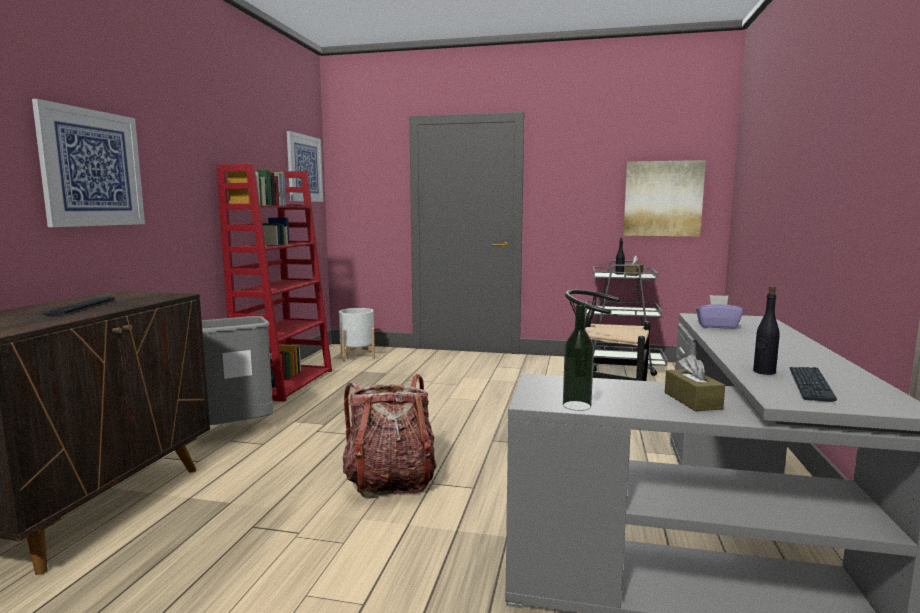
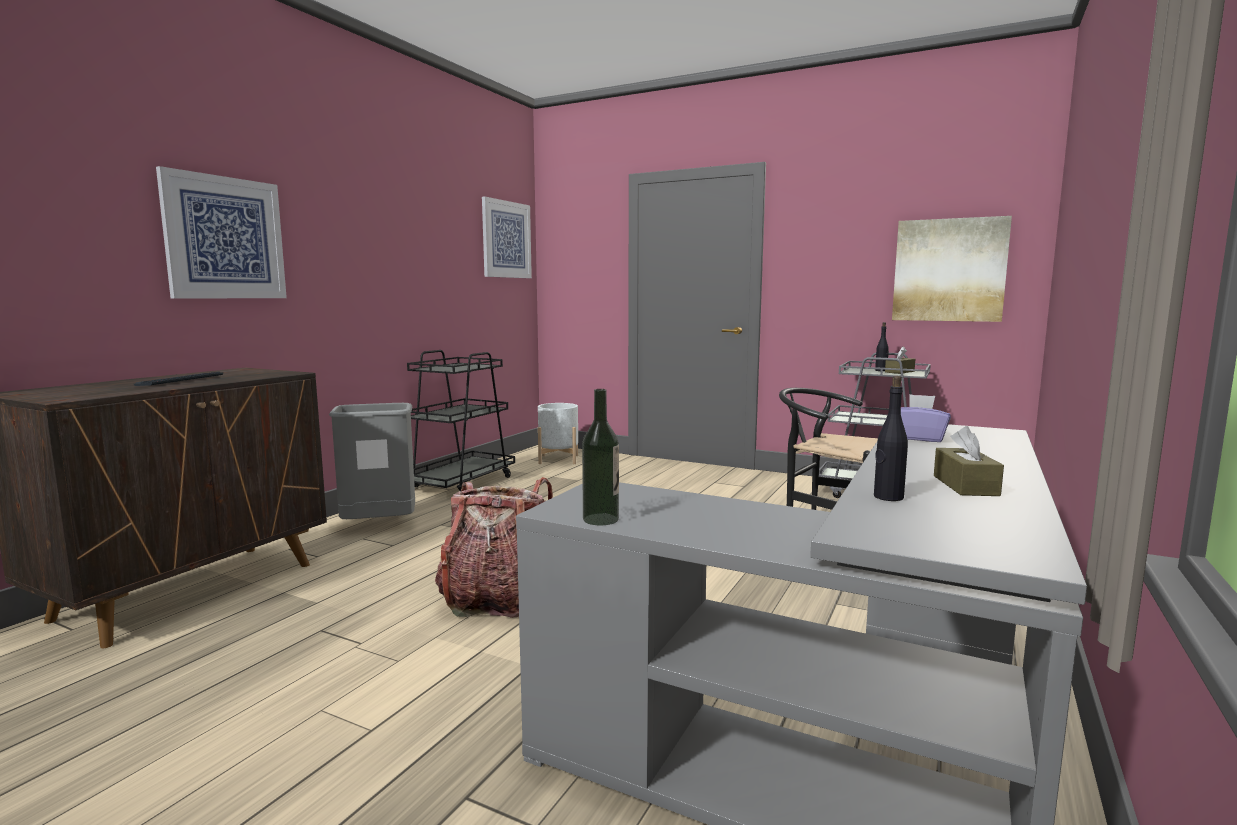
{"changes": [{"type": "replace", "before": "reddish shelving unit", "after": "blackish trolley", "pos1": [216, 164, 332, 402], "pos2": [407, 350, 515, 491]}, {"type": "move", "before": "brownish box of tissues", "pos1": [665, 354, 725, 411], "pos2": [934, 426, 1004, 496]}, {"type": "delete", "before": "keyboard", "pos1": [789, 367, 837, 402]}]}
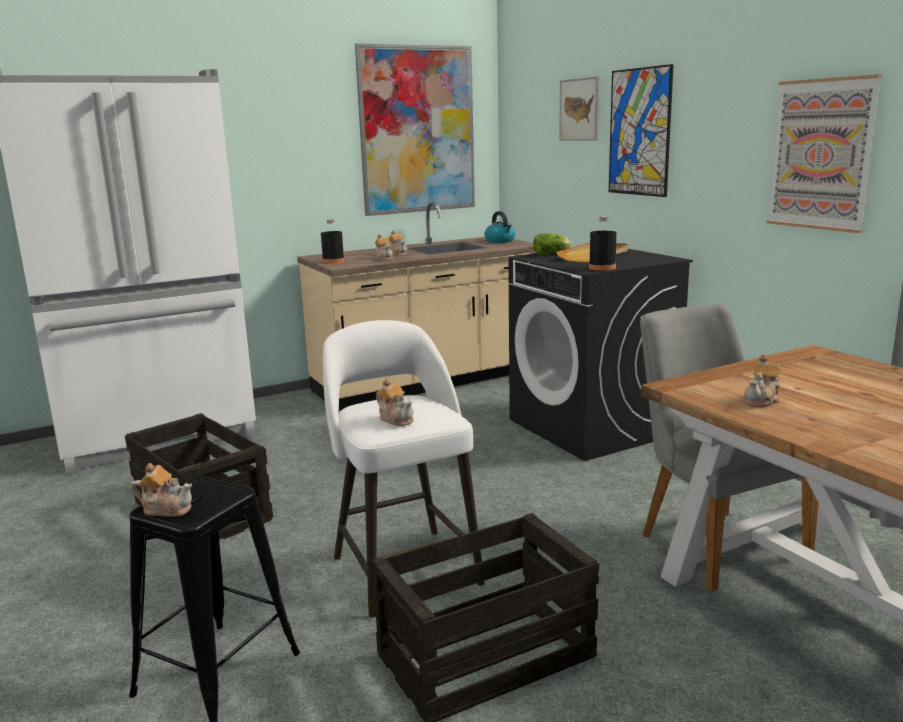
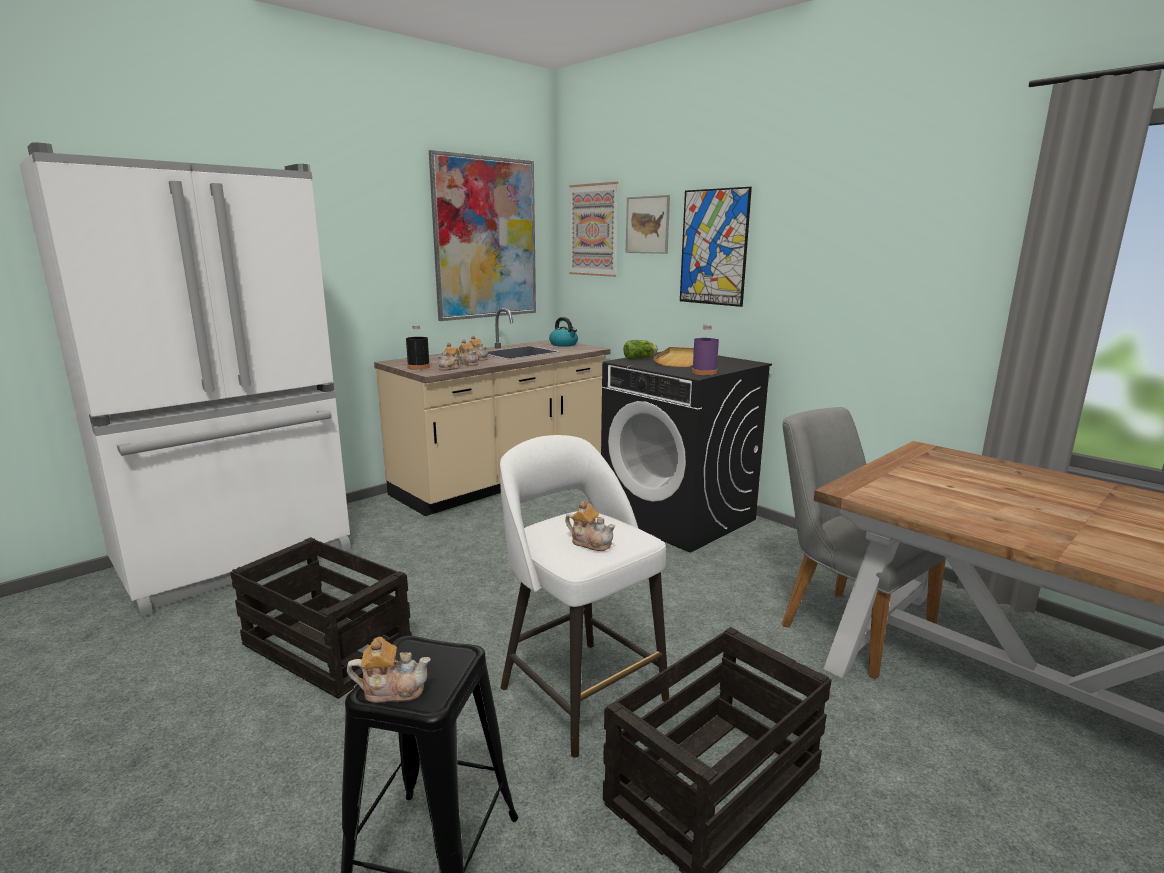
{"changes": [{"type": "move", "before": "wall picture", "pos1": [766, 74, 882, 233], "pos2": [569, 182, 618, 277]}, {"type": "recolor", "before": "blackish beverage bottle", "after": "purple-coloured beverage bottle", "pos1": [589, 216, 617, 271], "pos2": [692, 325, 719, 375]}, {"type": "move", "before": "teapot", "pos1": [744, 355, 781, 407], "pos2": [437, 343, 460, 371]}]}
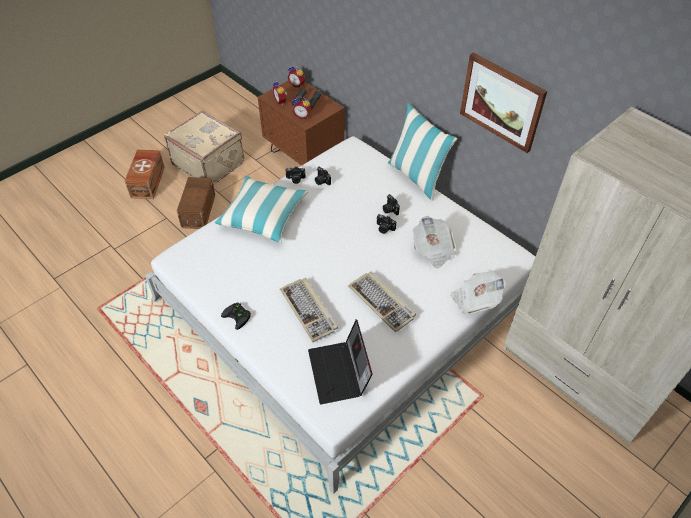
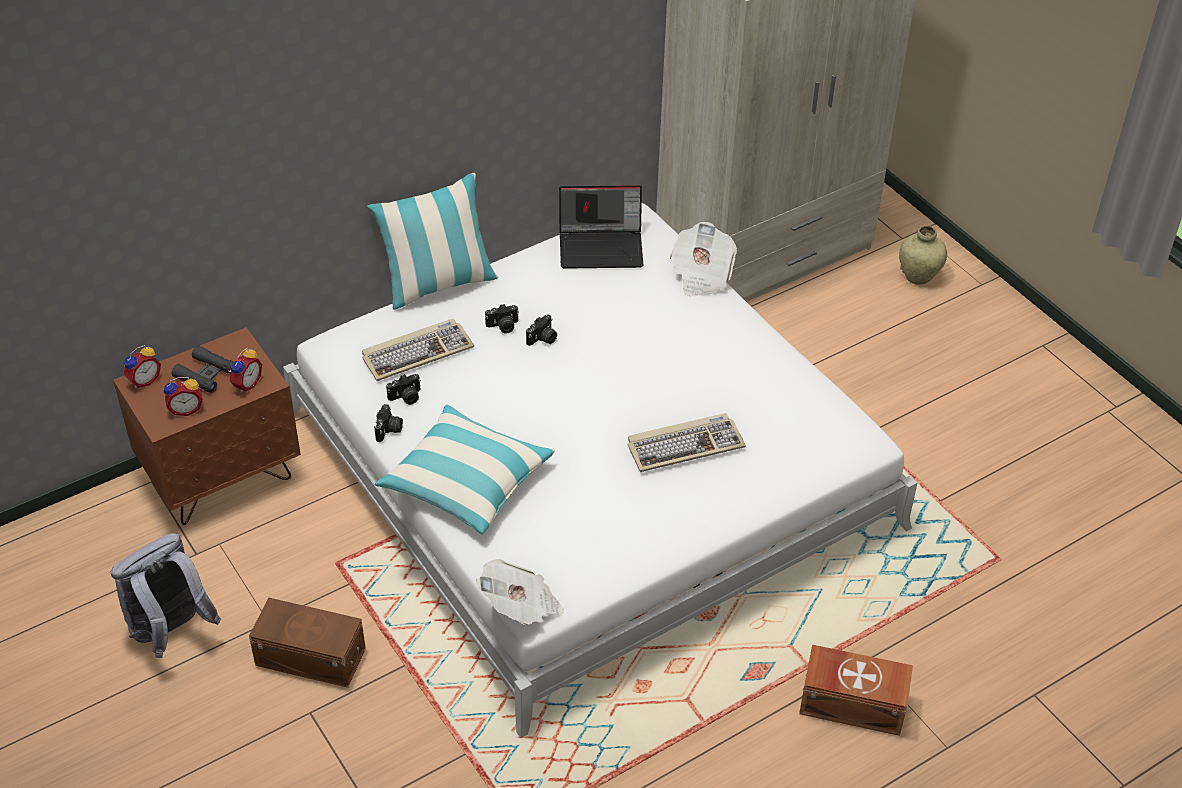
{"changes": [{"type": "delete", "before": "wall picture", "pos1": [460, 53, 547, 153]}, {"type": "replace", "before": "beige-coloured piece of luggage", "after": "greyish backpack", "pos1": [164, 111, 244, 185], "pos2": [111, 533, 221, 658]}, {"type": "move", "before": "brownish storage container", "pos1": [125, 149, 165, 199], "pos2": [799, 644, 913, 736]}, {"type": "move", "before": "daily paper", "pos1": [413, 216, 456, 268], "pos2": [476, 559, 564, 625]}, {"type": "move", "before": "keyboard", "pos1": [348, 272, 416, 332], "pos2": [362, 319, 474, 381]}, {"type": "delete", "before": "blackish joypad", "pos1": [221, 303, 251, 330]}, {"type": "move", "before": "portable computer", "pos1": [308, 319, 373, 404], "pos2": [559, 185, 643, 269]}, {"type": "insert", "after": "beige-coloured vase", "pos2": [899, 226, 947, 285]}]}
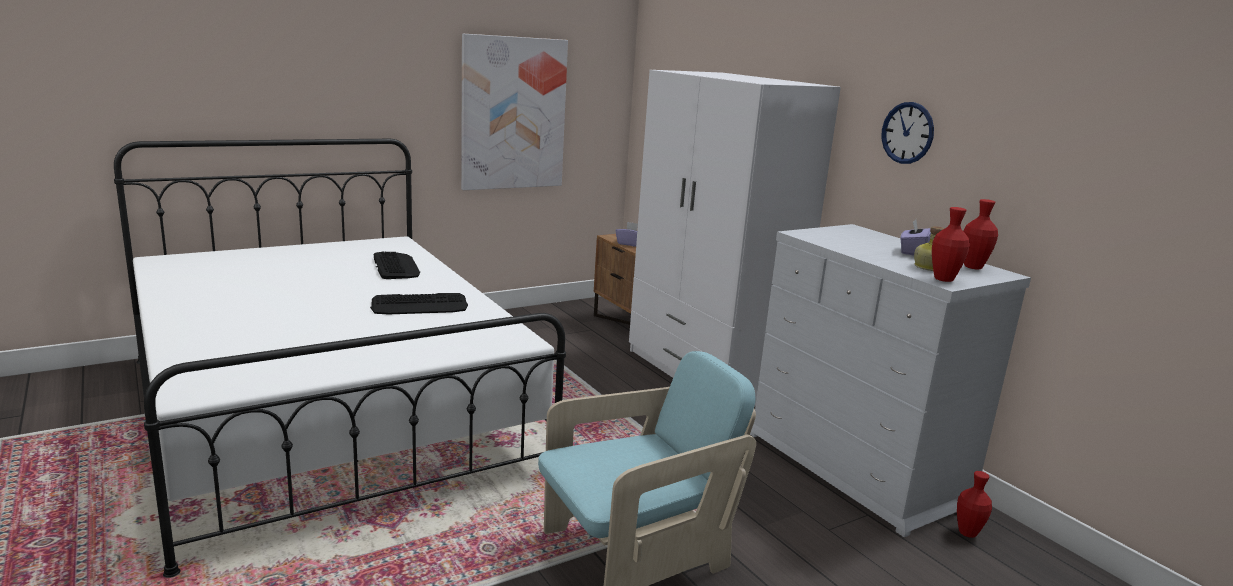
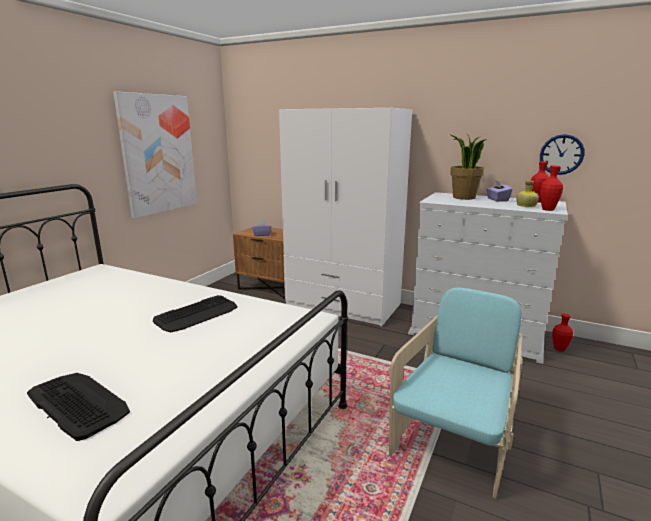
{"changes": [{"type": "move", "before": "wall clock", "pos1": [881, 102, 934, 164], "pos2": [540, 134, 584, 175]}, {"type": "move", "before": "keyboard", "pos1": [374, 252, 420, 279], "pos2": [27, 373, 130, 441]}, {"type": "insert", "after": "plant in a pot", "pos2": [450, 134, 487, 200]}]}
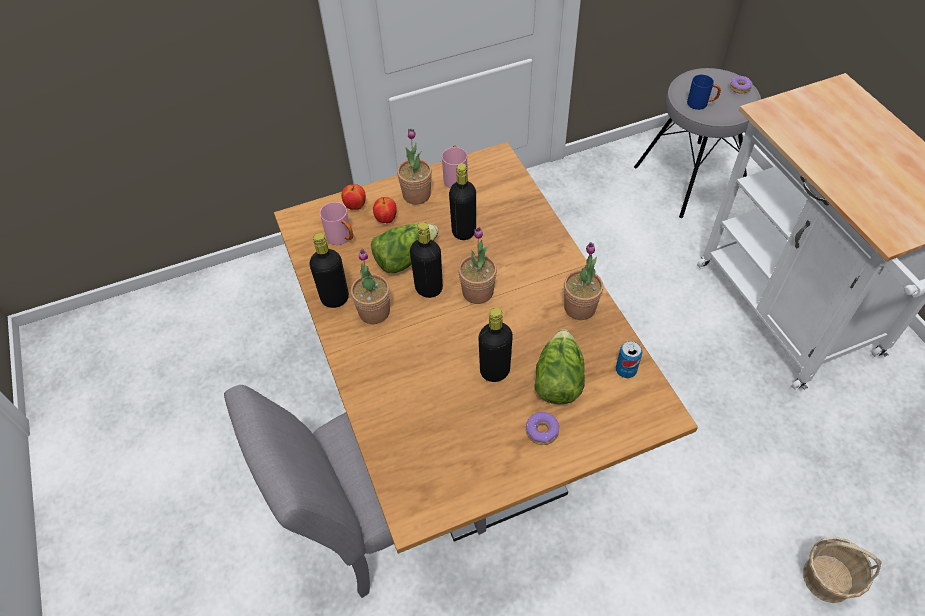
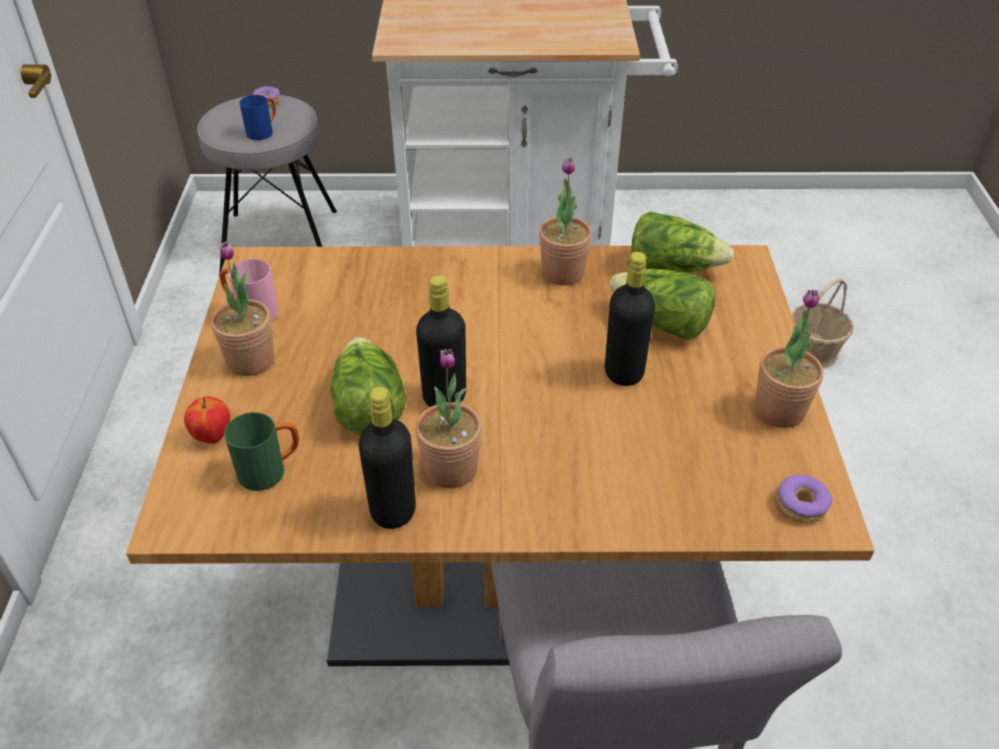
{"changes": [{"type": "delete", "before": "blackish beverage bottle", "pos1": [449, 163, 476, 240]}, {"type": "delete", "before": "apple fruit", "pos1": [373, 197, 397, 223]}, {"type": "recolor", "before": "pinkish tea mug", "after": "green tea mug", "pos1": [320, 202, 353, 245], "pos2": [224, 412, 299, 491]}, {"type": "move", "before": "plant in a pot", "pos1": [458, 227, 497, 304], "pos2": [755, 289, 824, 428]}, {"type": "replace", "before": "sealed can", "after": "lettuce head", "pos1": [616, 341, 642, 378], "pos2": [631, 212, 734, 273]}, {"type": "move", "before": "ring doughnut", "pos1": [526, 412, 559, 445], "pos2": [777, 474, 832, 523]}]}
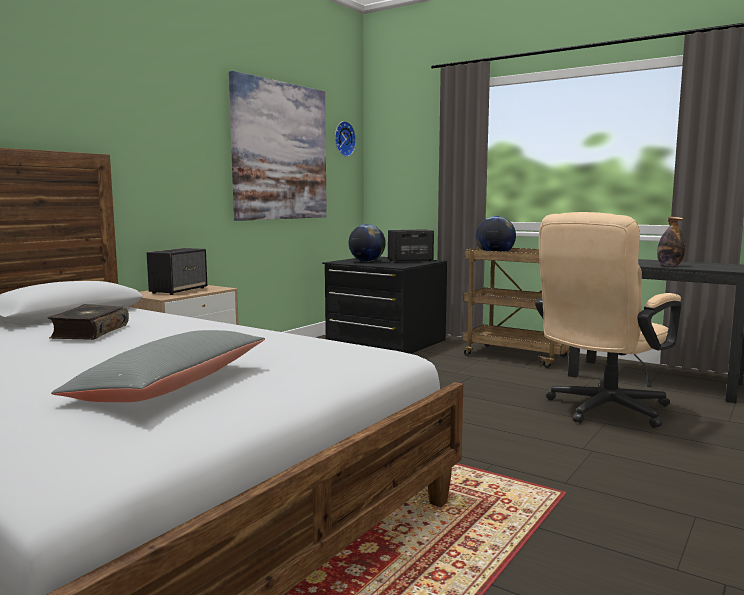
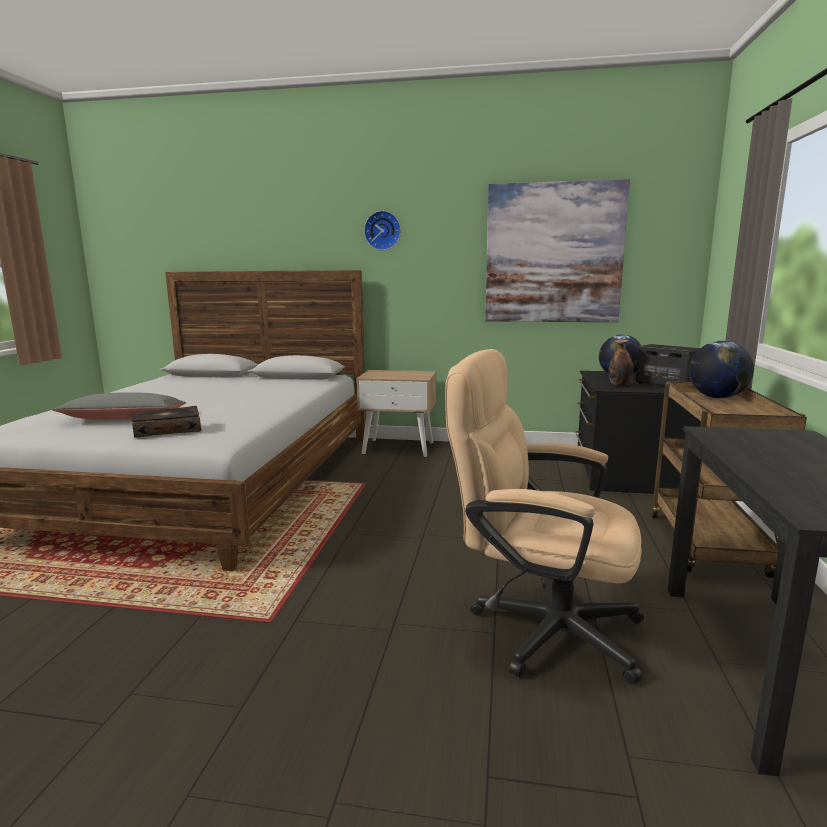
{"changes": [{"type": "move", "before": "wall clock", "pos1": [335, 121, 356, 157], "pos2": [364, 211, 401, 251]}, {"type": "move", "before": "beverage bottle", "pos1": [657, 216, 685, 266], "pos2": [609, 339, 634, 386]}, {"type": "delete", "before": "audio speaker", "pos1": [147, 248, 207, 295]}, {"type": "move", "before": "volume", "pos1": [47, 304, 129, 340], "pos2": [131, 406, 201, 438]}]}
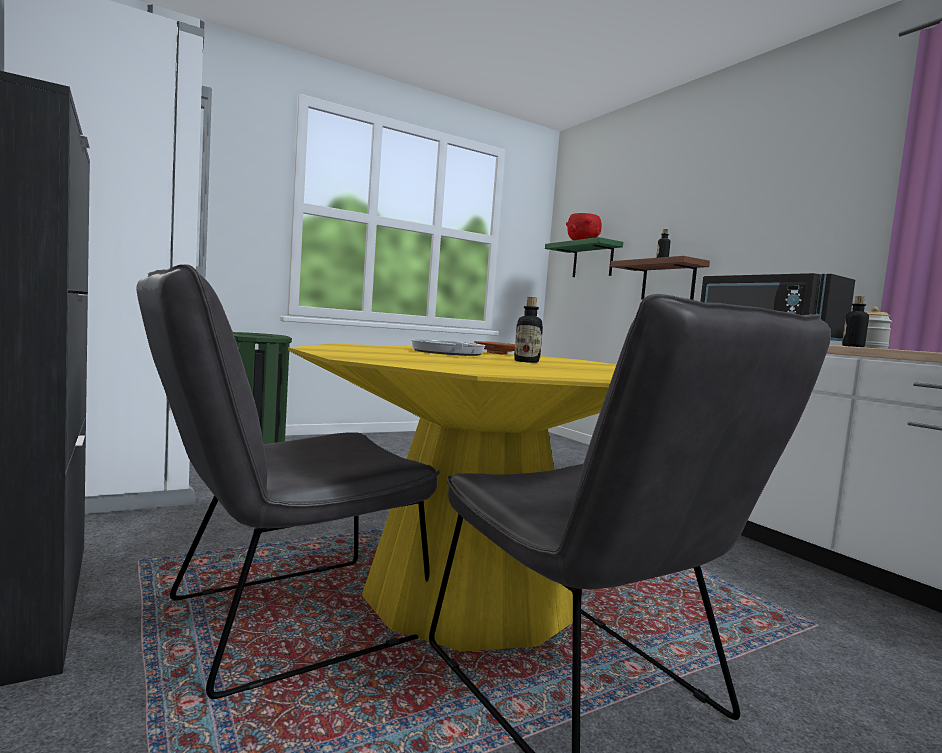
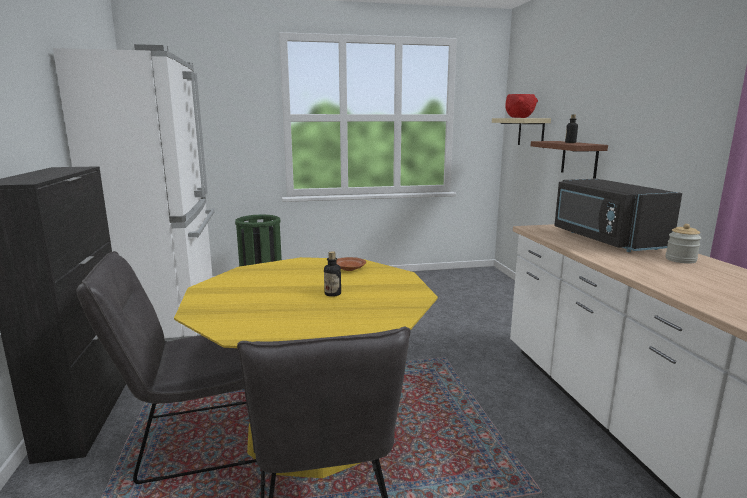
{"changes": [{"type": "recolor", "before": "green shelf", "after": "beige-coloured shelf", "pos1": [545, 237, 623, 277], "pos2": [492, 118, 551, 145]}, {"type": "delete", "before": "beverage bottle", "pos1": [842, 296, 869, 347]}, {"type": "delete", "before": "skillet", "pos1": [411, 339, 485, 356]}]}
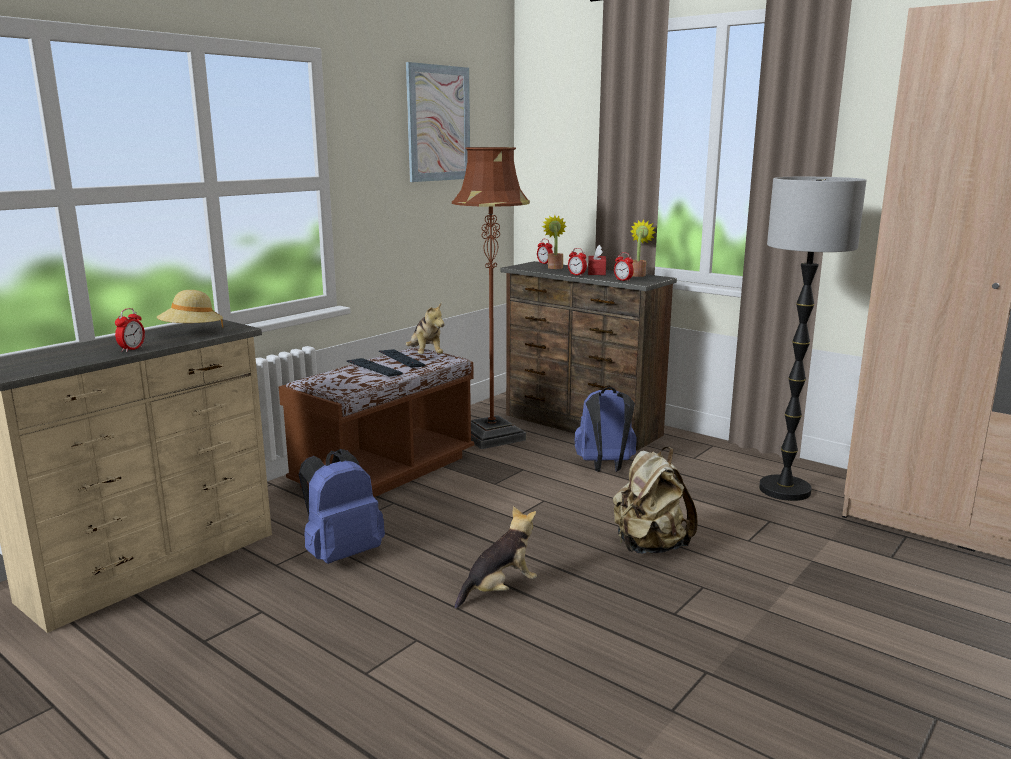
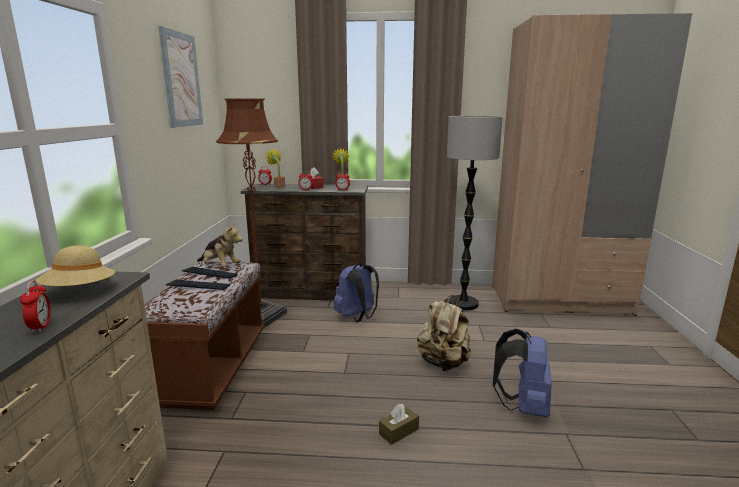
{"changes": [{"type": "move", "before": "blue-coloured backpack", "pos1": [299, 449, 385, 564], "pos2": [493, 329, 552, 417]}, {"type": "replace", "before": "soft toy", "after": "brownish box of tissues", "pos1": [455, 506, 537, 609], "pos2": [379, 404, 419, 445]}]}
